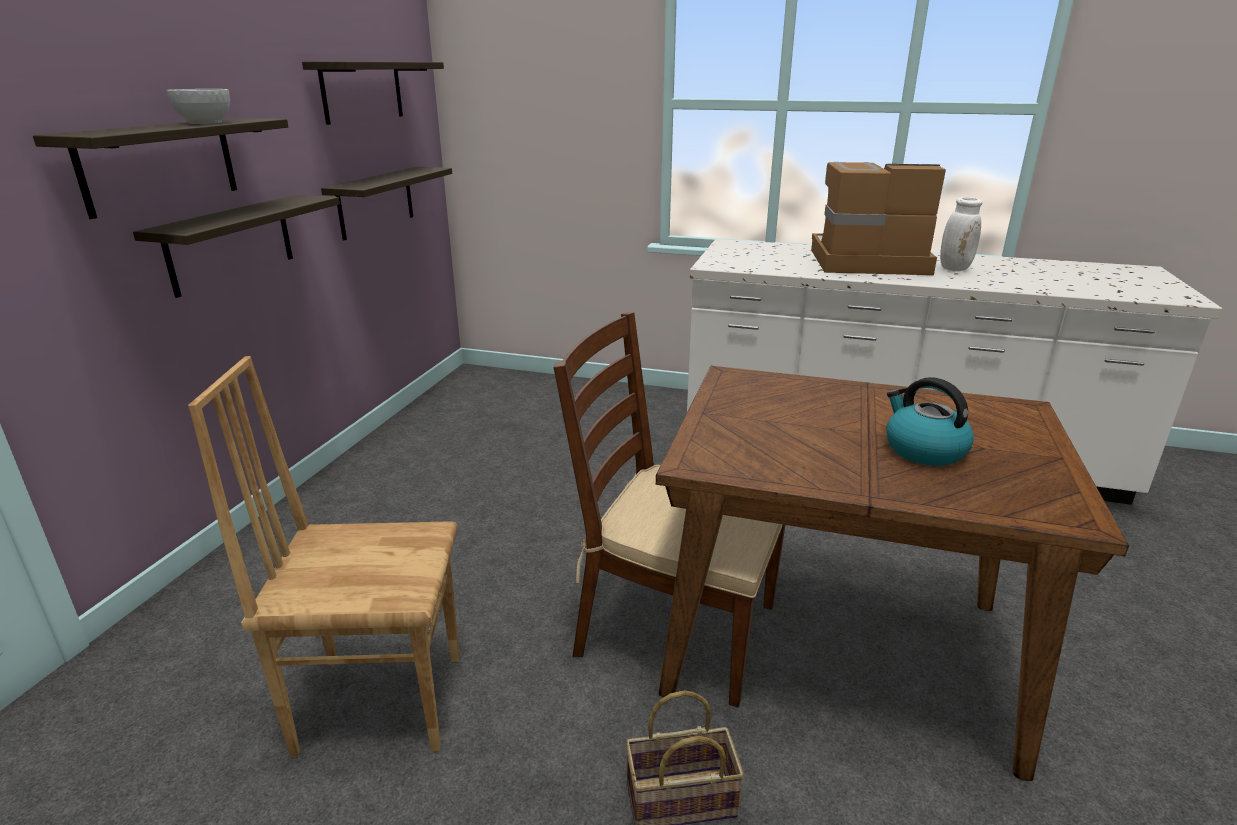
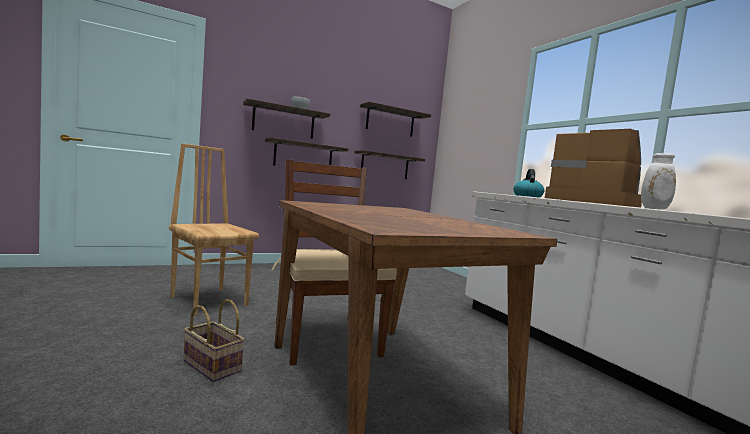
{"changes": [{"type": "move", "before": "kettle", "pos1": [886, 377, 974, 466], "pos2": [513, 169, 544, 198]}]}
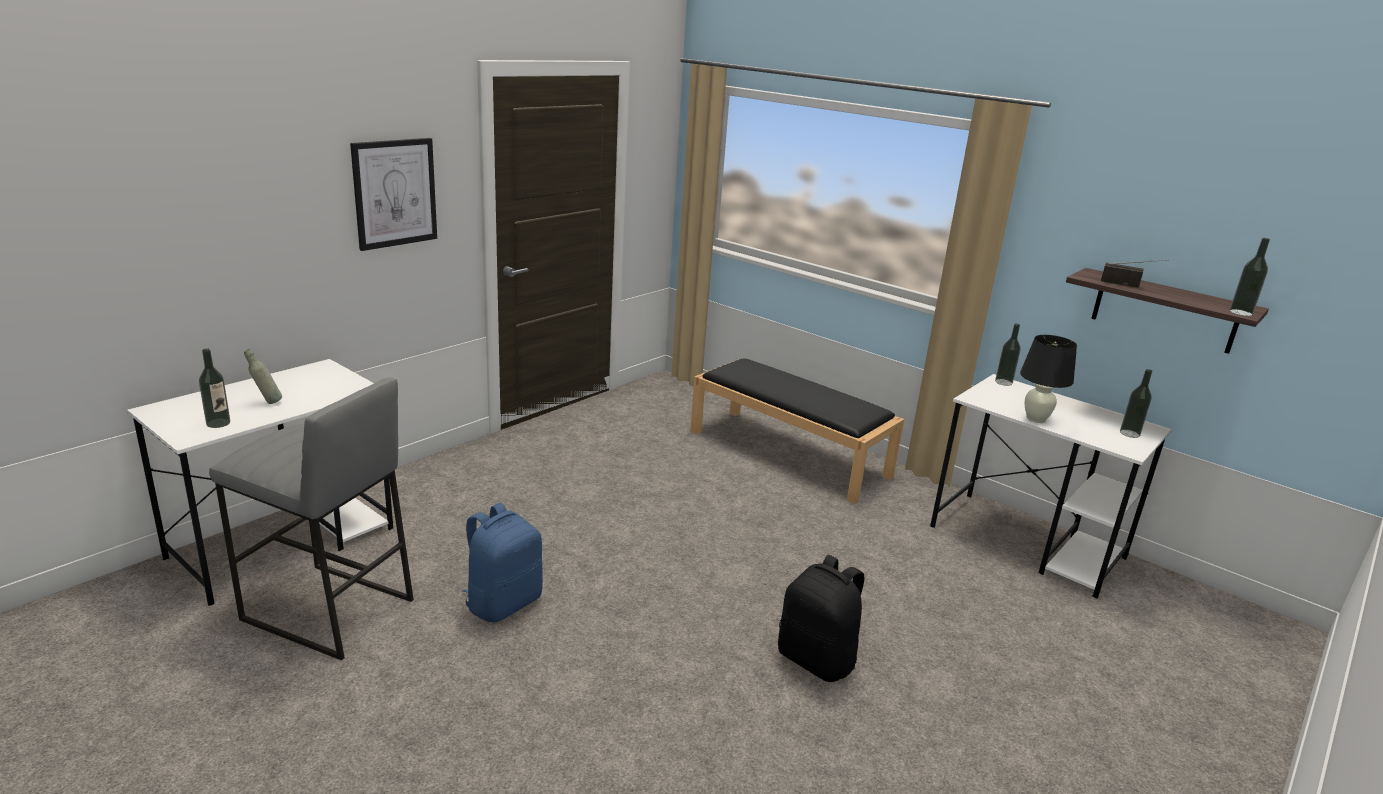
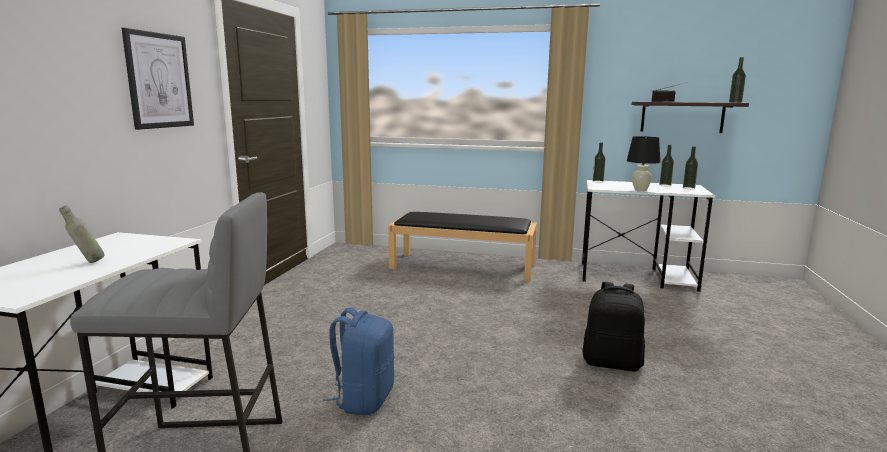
{"changes": [{"type": "move", "before": "beverage bottle", "pos1": [199, 349, 230, 428], "pos2": [659, 145, 674, 186]}]}
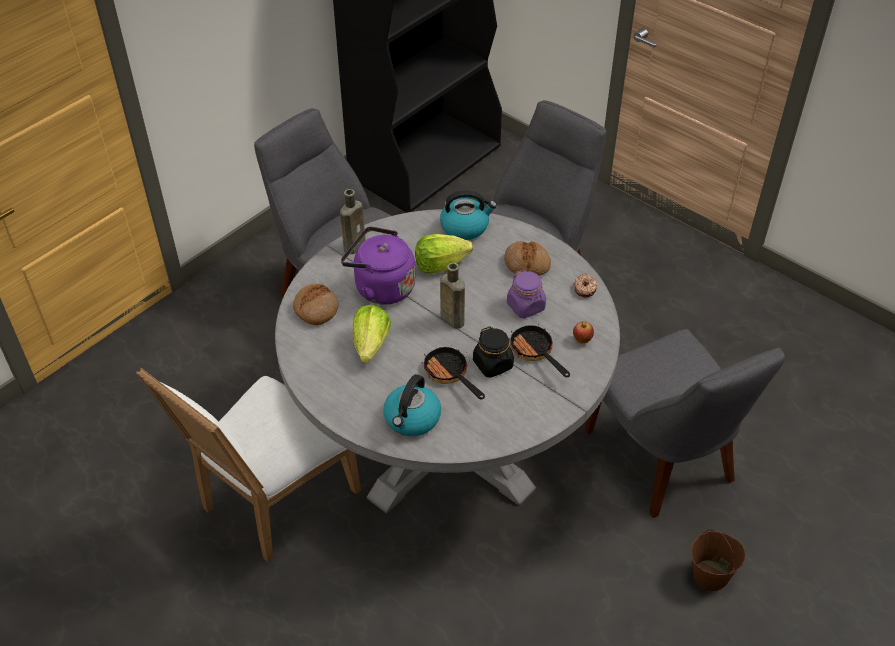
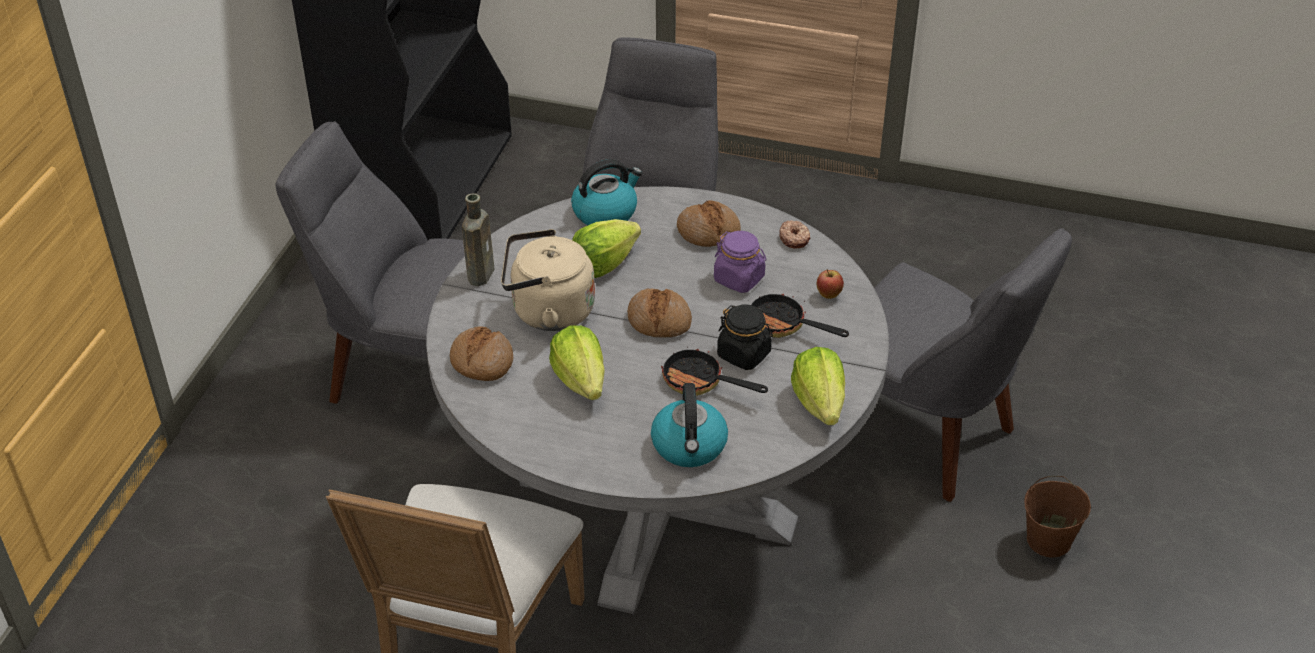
{"changes": [{"type": "recolor", "before": "purple-coloured kettle", "after": "beige-coloured kettle", "pos1": [341, 226, 416, 305], "pos2": [501, 229, 595, 331]}, {"type": "replace", "before": "brownish beverage bottle", "after": "baked bread", "pos1": [440, 263, 465, 329], "pos2": [627, 289, 692, 337]}, {"type": "insert", "after": "lettuce head", "pos2": [791, 347, 845, 425]}]}
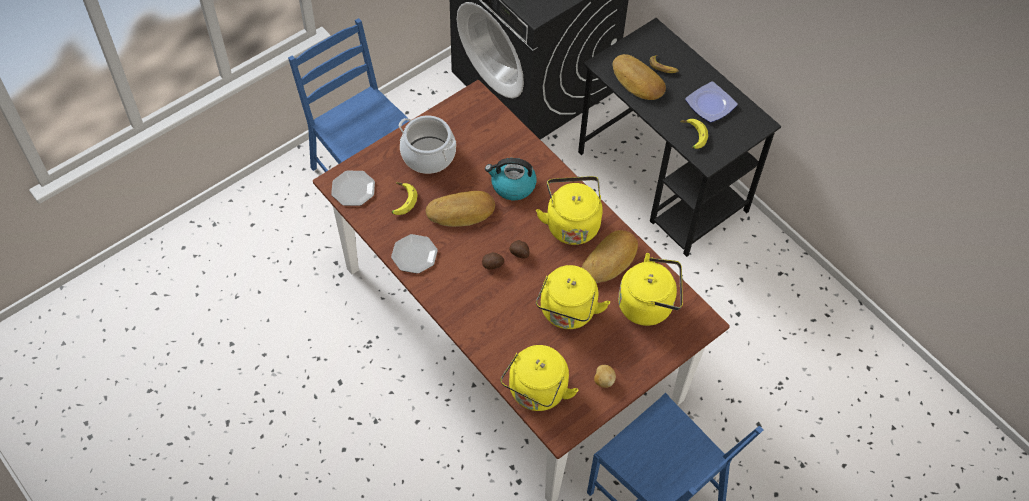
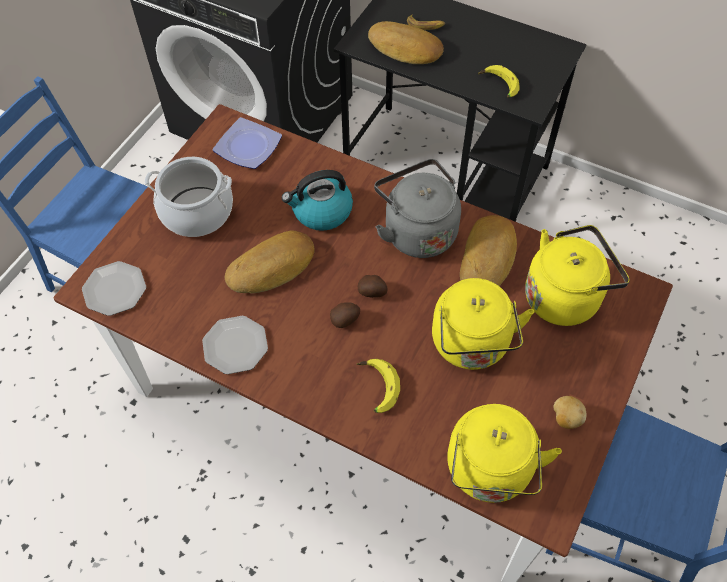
{"changes": [{"type": "move", "before": "plate", "pos1": [685, 81, 738, 122], "pos2": [212, 117, 282, 169]}, {"type": "recolor", "before": "yellowish kettle", "after": "greyish kettle", "pos1": [536, 176, 603, 245], "pos2": [374, 159, 461, 258]}, {"type": "move", "before": "banana", "pos1": [391, 182, 418, 215], "pos2": [356, 359, 400, 413]}]}
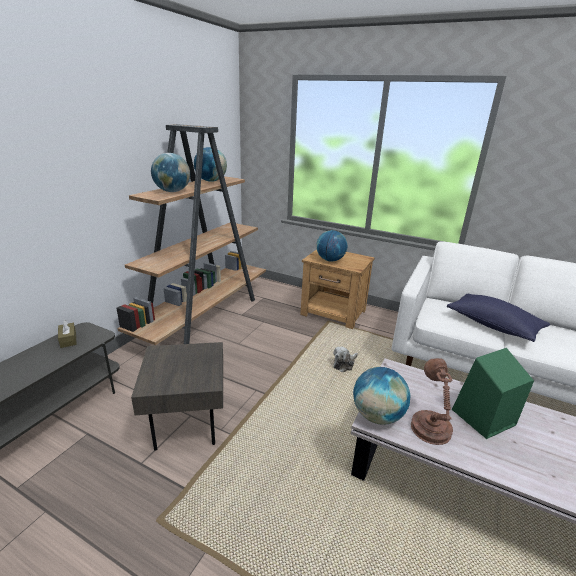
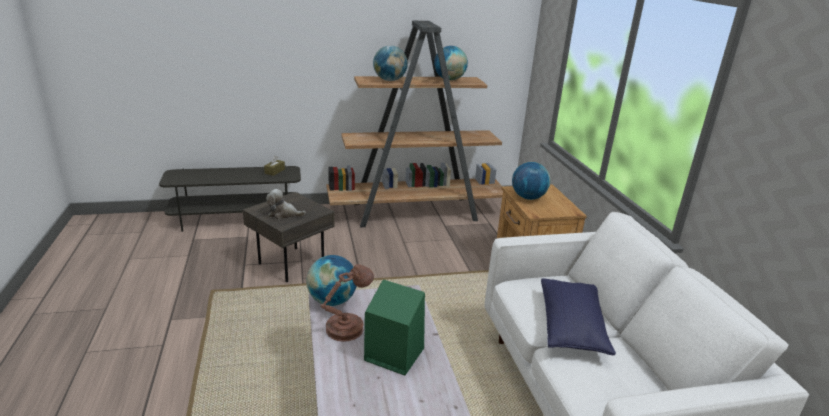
{"changes": [{"type": "move", "before": "soft toy", "pos1": [333, 347, 358, 372], "pos2": [266, 189, 306, 219]}]}
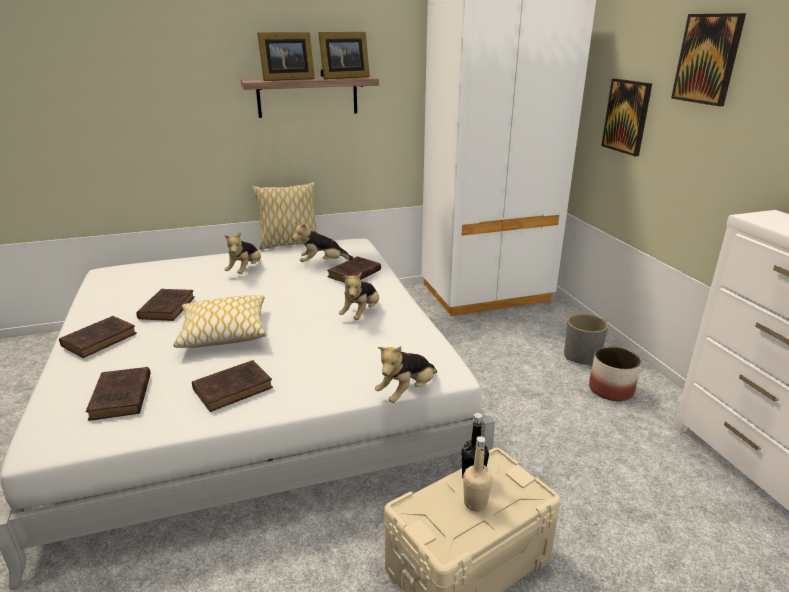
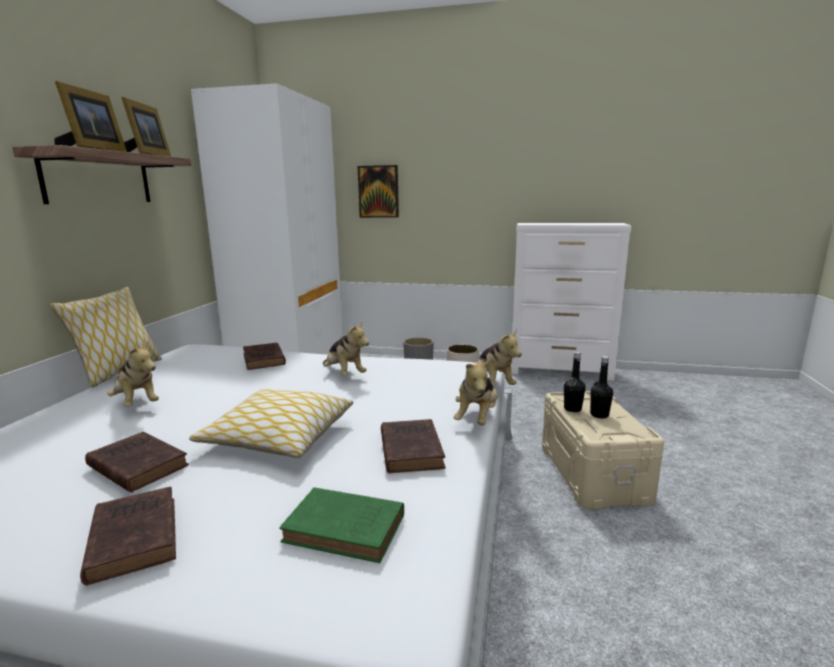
{"changes": [{"type": "delete", "before": "wall picture", "pos1": [671, 13, 746, 106]}, {"type": "move", "before": "soft toy", "pos1": [292, 222, 353, 262], "pos2": [454, 359, 498, 425]}, {"type": "recolor", "before": "brownish volume", "after": "green volume", "pos1": [86, 367, 151, 421], "pos2": [279, 487, 404, 563]}, {"type": "recolor", "before": "beige-coloured beverage bottle", "after": "blackish beverage bottle", "pos1": [463, 436, 492, 512], "pos2": [590, 356, 613, 418]}]}
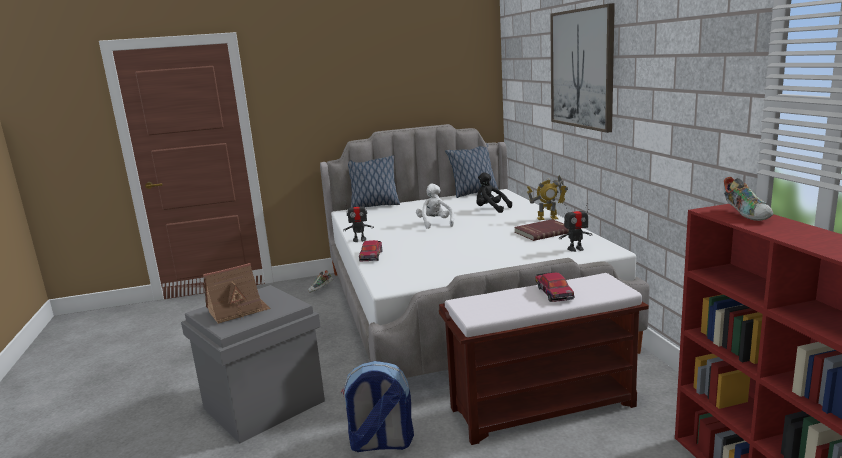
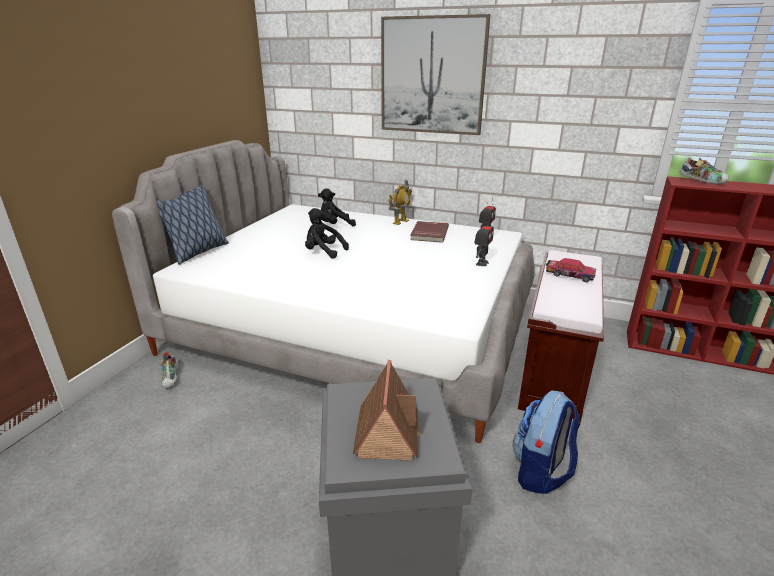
{"changes": [{"type": "delete", "before": "pillow", "pos1": [445, 144, 499, 198]}, {"type": "recolor", "before": "white soft toy", "after": "blackish soft toy", "pos1": [416, 184, 454, 229], "pos2": [305, 208, 349, 259]}, {"type": "move", "before": "model robot", "pos1": [343, 199, 373, 242], "pos2": [474, 217, 494, 266]}, {"type": "delete", "before": "toy car", "pos1": [359, 240, 382, 262]}]}
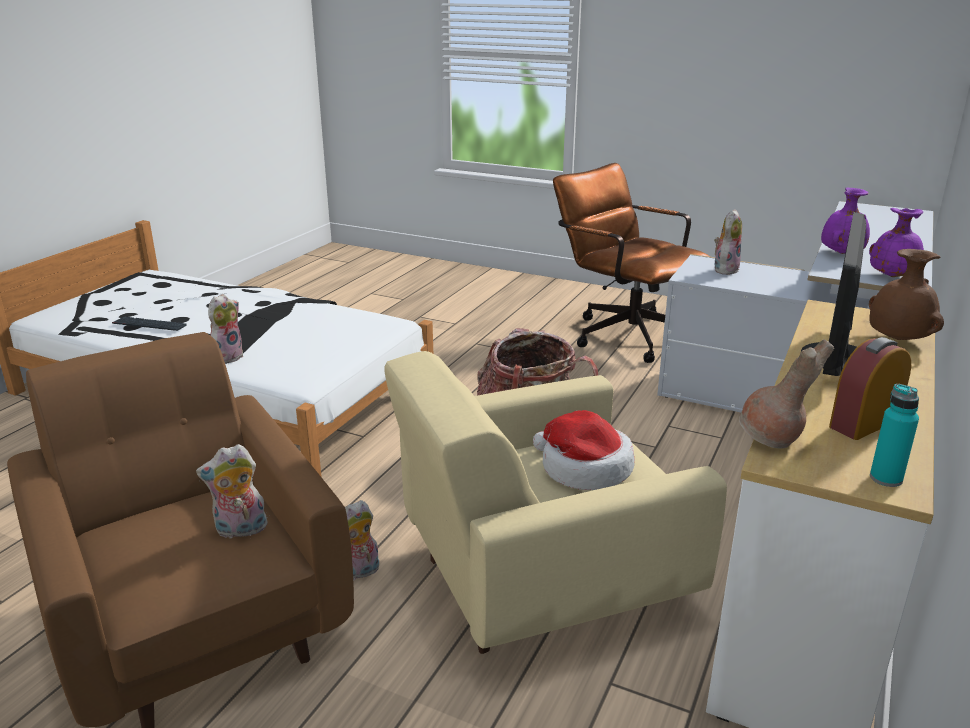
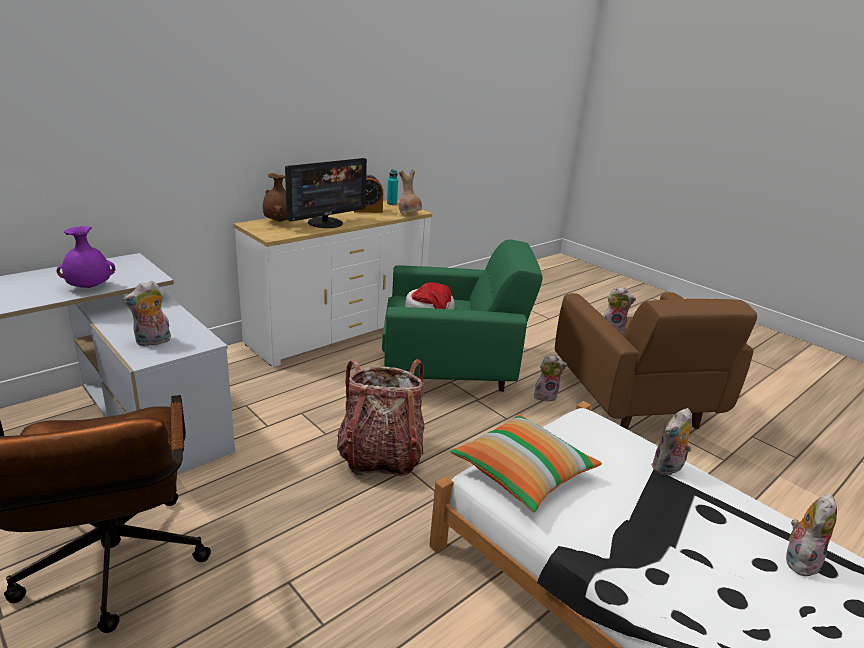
{"changes": [{"type": "delete", "before": "purple-coloured vase", "pos1": [869, 208, 924, 277]}, {"type": "replace", "before": "keyboard", "after": "soft toy", "pos1": [112, 317, 187, 331], "pos2": [786, 494, 837, 578]}, {"type": "recolor", "before": "beige-coloured lounge chair", "after": "green lounge chair", "pos1": [385, 351, 727, 654], "pos2": [382, 239, 543, 392]}, {"type": "insert", "after": "pillow", "pos2": [451, 414, 602, 512]}]}
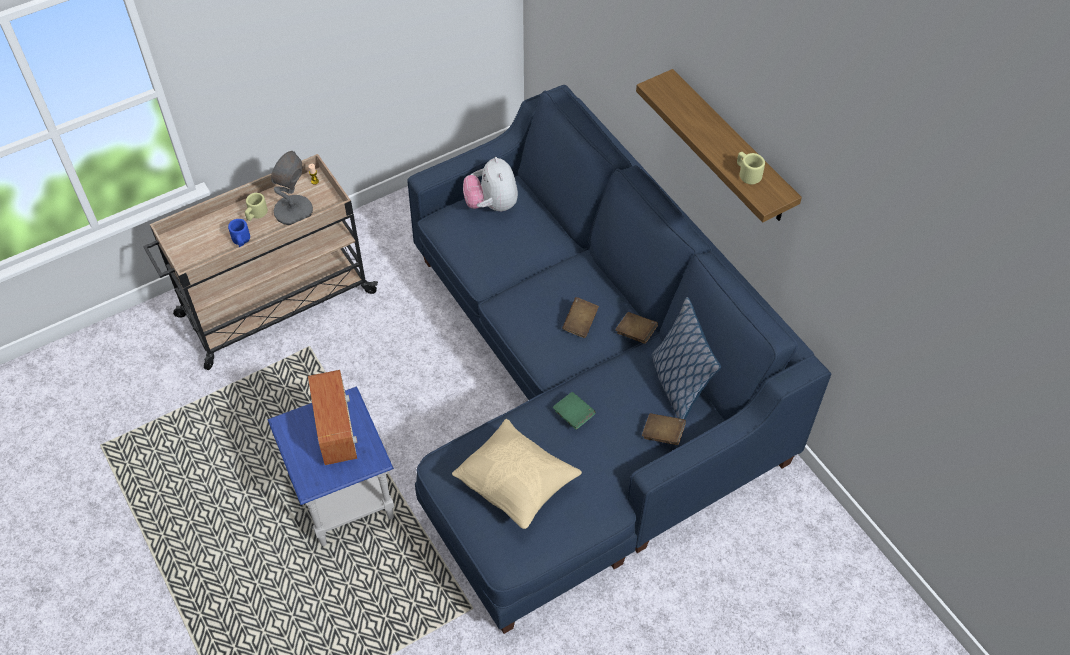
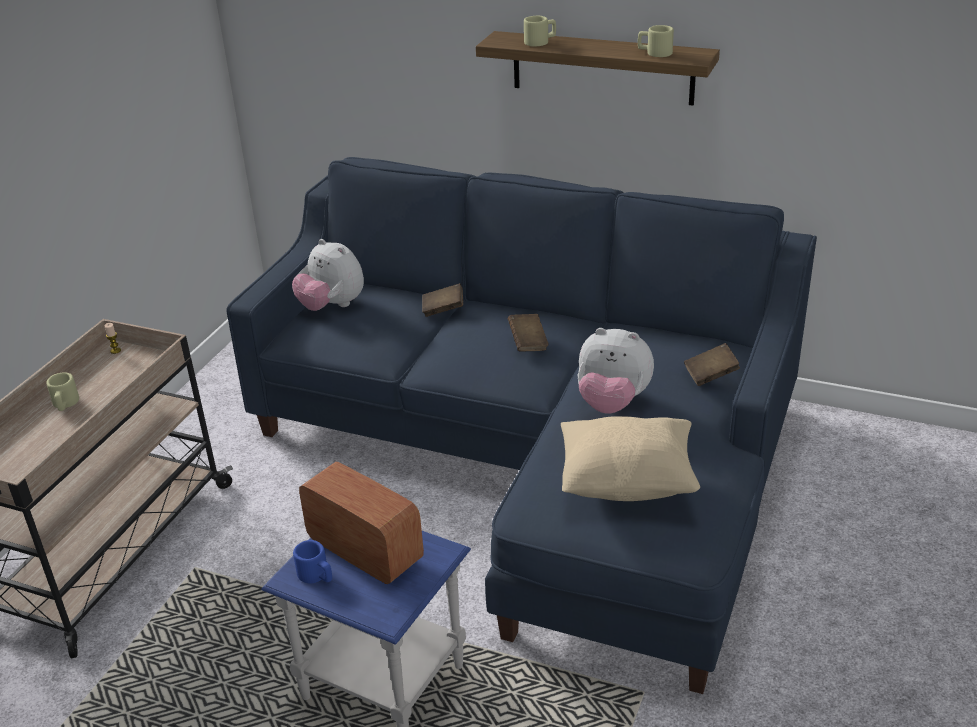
{"changes": [{"type": "delete", "before": "greyish table lamp", "pos1": [271, 151, 313, 225]}, {"type": "move", "before": "blue-coloured tea mug", "pos1": [228, 219, 250, 247], "pos2": [293, 540, 332, 584]}, {"type": "delete", "before": "pillow", "pos1": [652, 297, 721, 419]}, {"type": "move", "before": "brownish volume", "pos1": [615, 312, 658, 344], "pos2": [422, 283, 463, 317]}, {"type": "replace", "before": "green volume", "after": "soft toy", "pos1": [553, 392, 596, 430], "pos2": [578, 328, 654, 414]}, {"type": "insert", "after": "beige-coloured tea mug", "pos2": [524, 16, 556, 47]}]}
